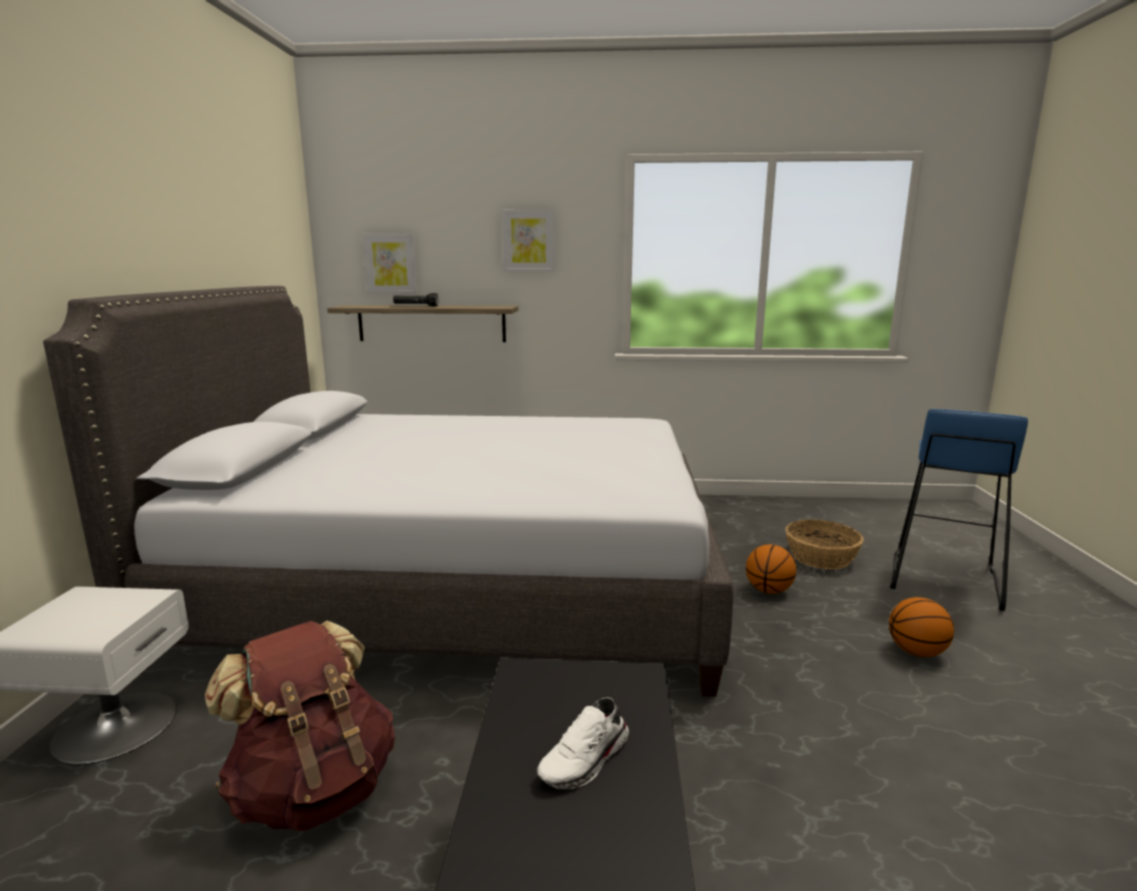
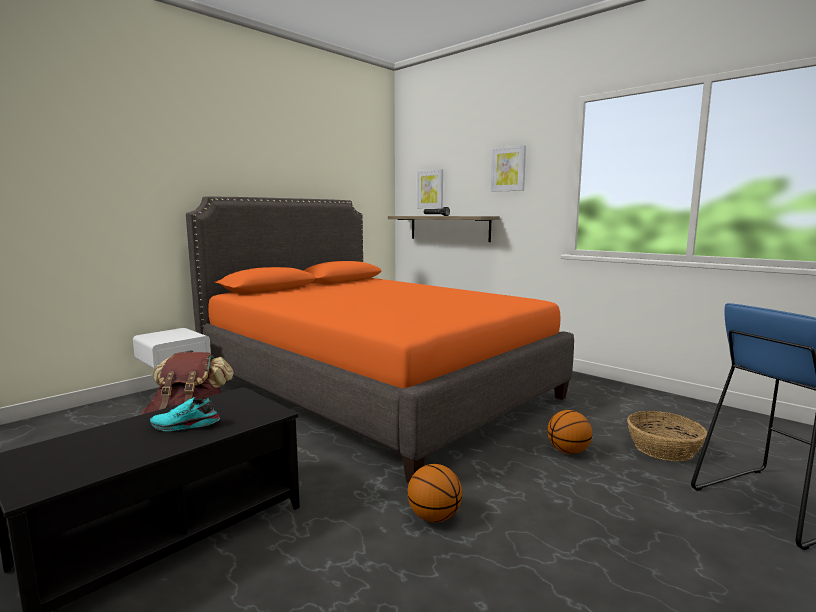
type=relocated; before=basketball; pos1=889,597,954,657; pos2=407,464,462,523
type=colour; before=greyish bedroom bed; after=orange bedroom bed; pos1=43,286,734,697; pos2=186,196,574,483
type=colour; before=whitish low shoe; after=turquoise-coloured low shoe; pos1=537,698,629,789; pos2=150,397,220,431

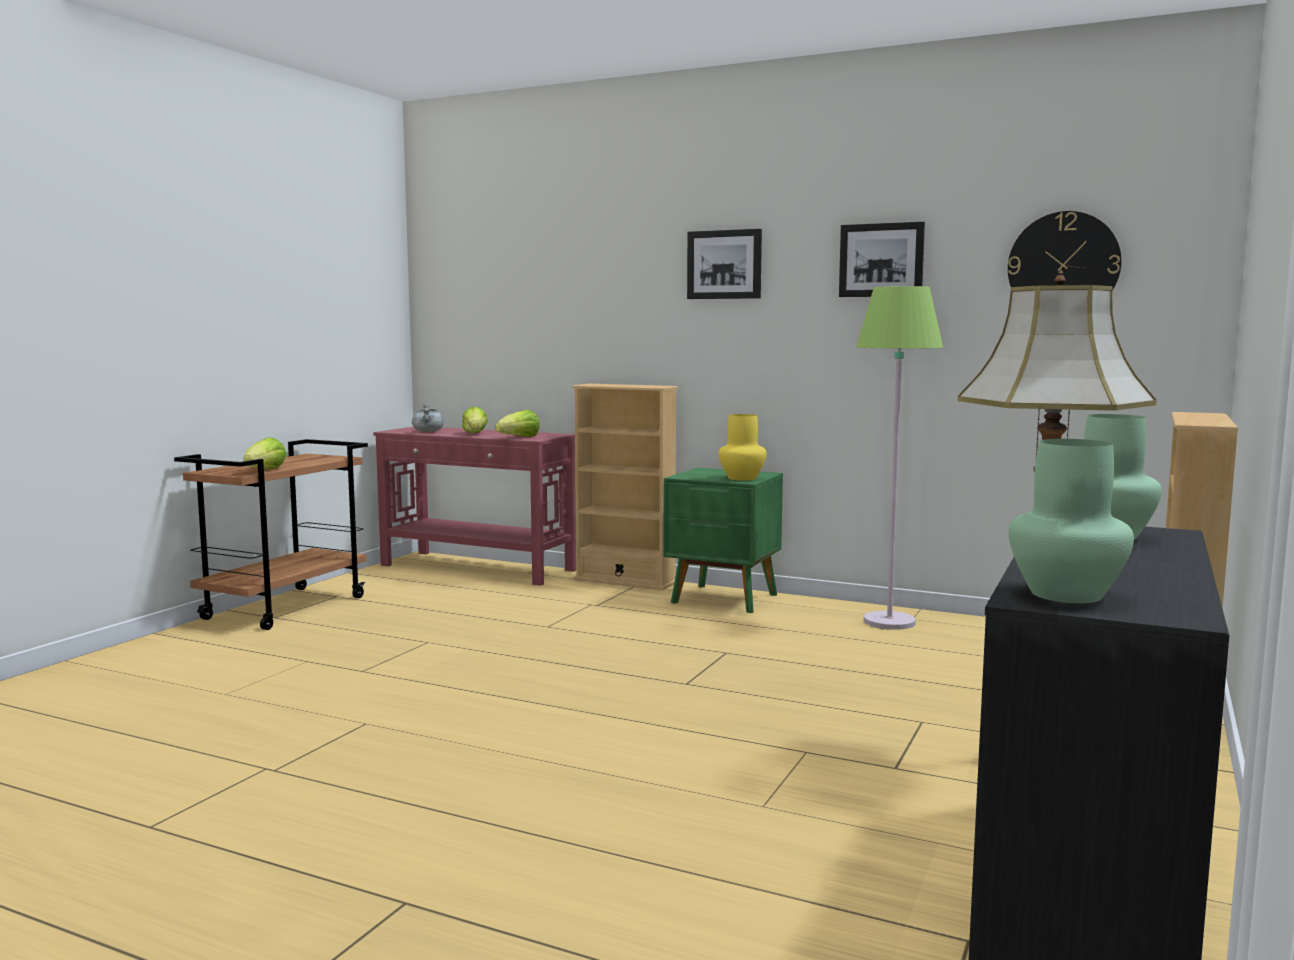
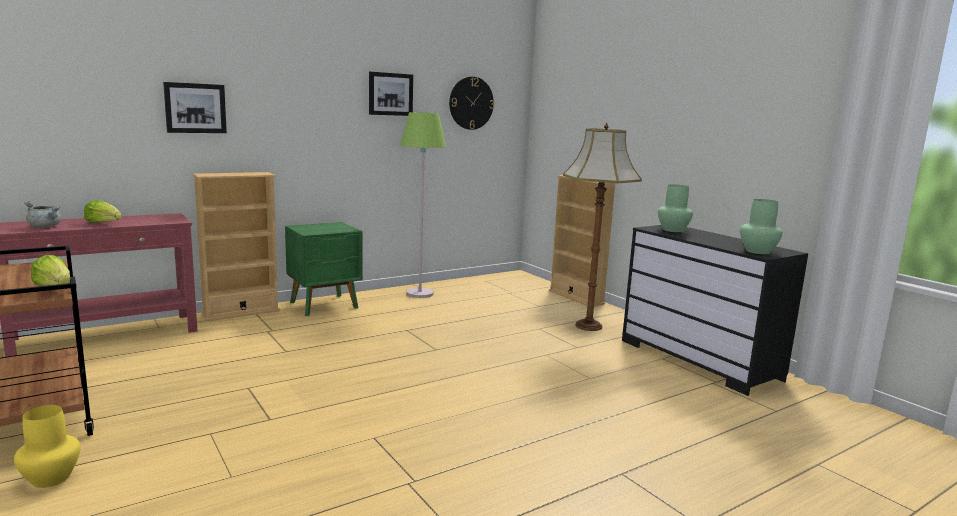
type=missing; before=lettuce head; pos1=496,410,540,437
type=relocated; before=picture; pos1=687,229,762,299; pos2=163,82,227,133
type=relocated; before=yellowish flower vase; pos1=719,414,767,481; pos2=14,405,80,488

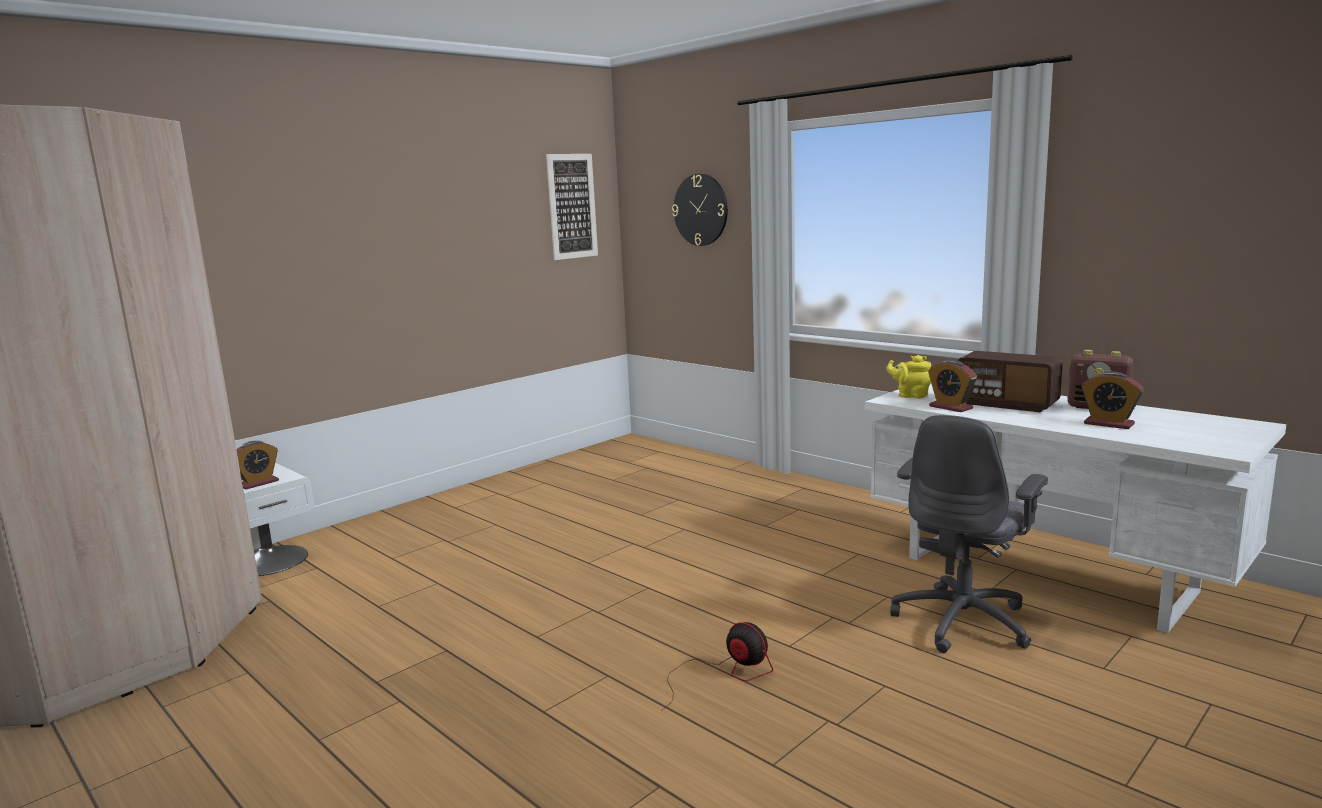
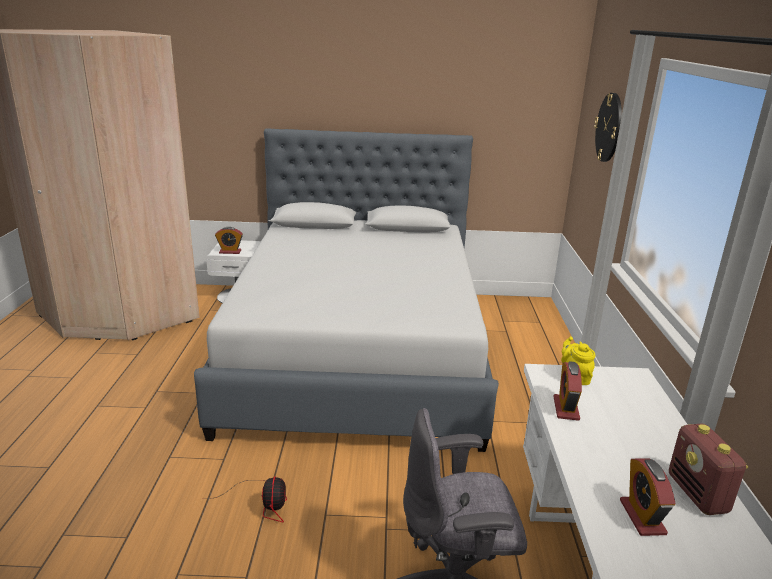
type=missing; before=picture; pos1=546,154,598,260
type=missing; before=radio receiver; pos1=958,351,1063,412
type=appeared; after=greyish bedroom bed; pos2=194,128,499,452

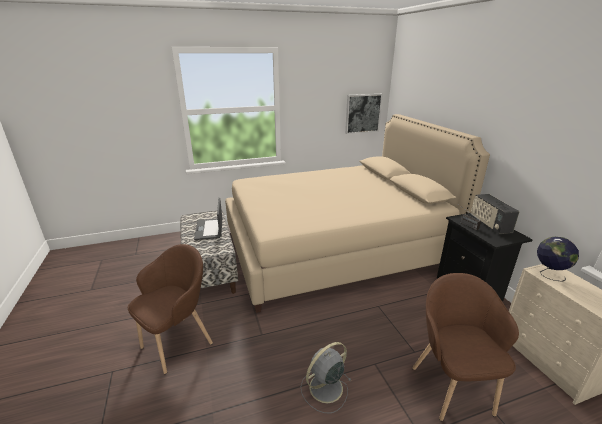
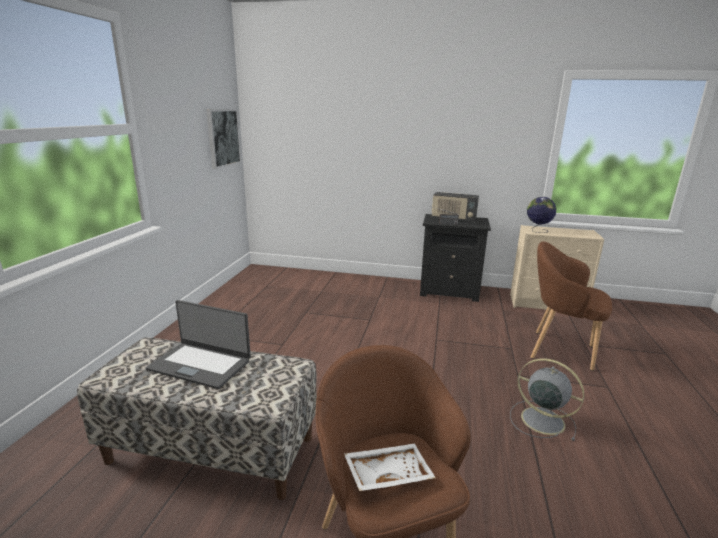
type=missing; before=beige bedroom bed; pos1=225,114,490,313
type=appeared; after=whitish tray; pos2=344,443,436,491
type=spun; before=greyish fan; pos1=301,342,351,413; pos2=510,358,584,441; turn=135

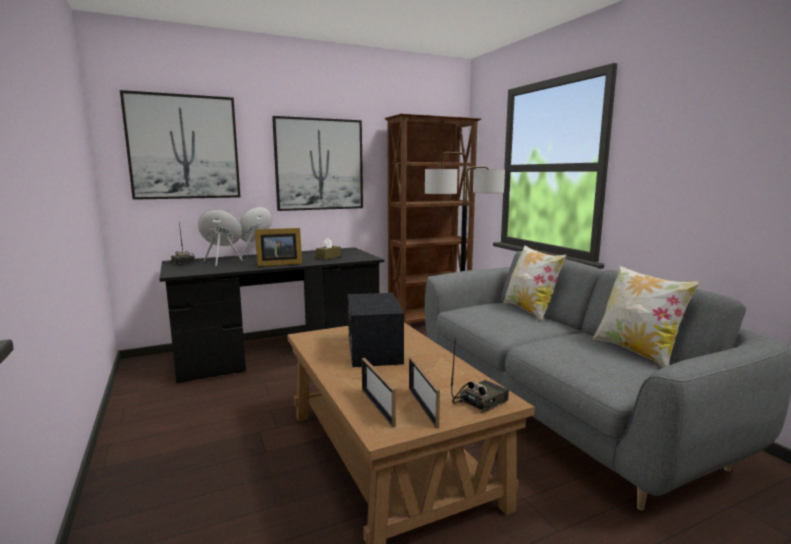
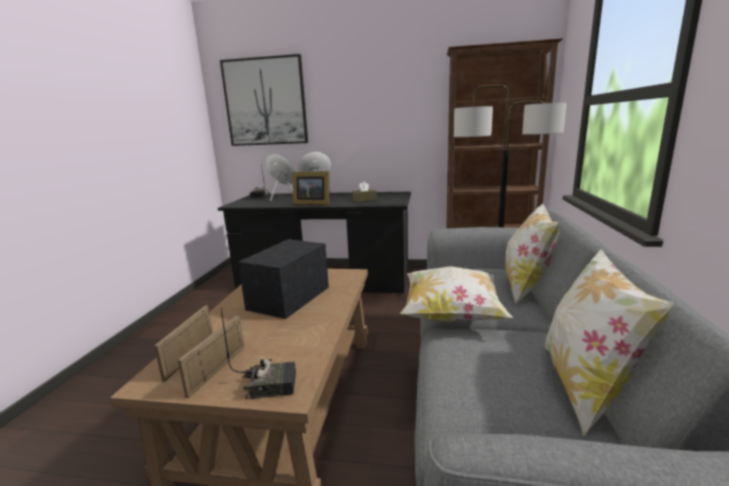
type=missing; before=picture; pos1=272,116,363,211
type=appeared; after=throw pillow; pos2=400,266,513,322

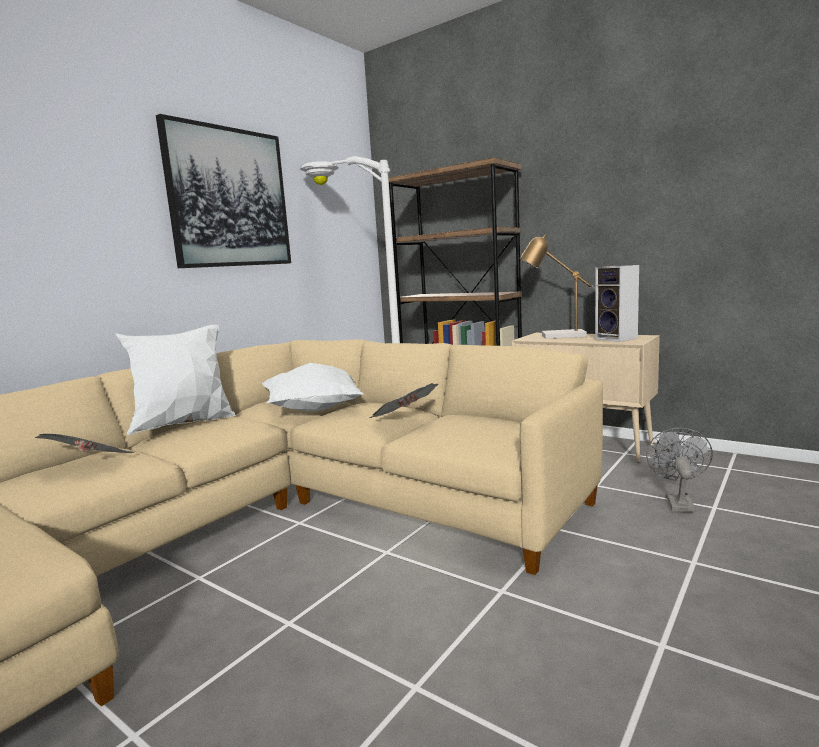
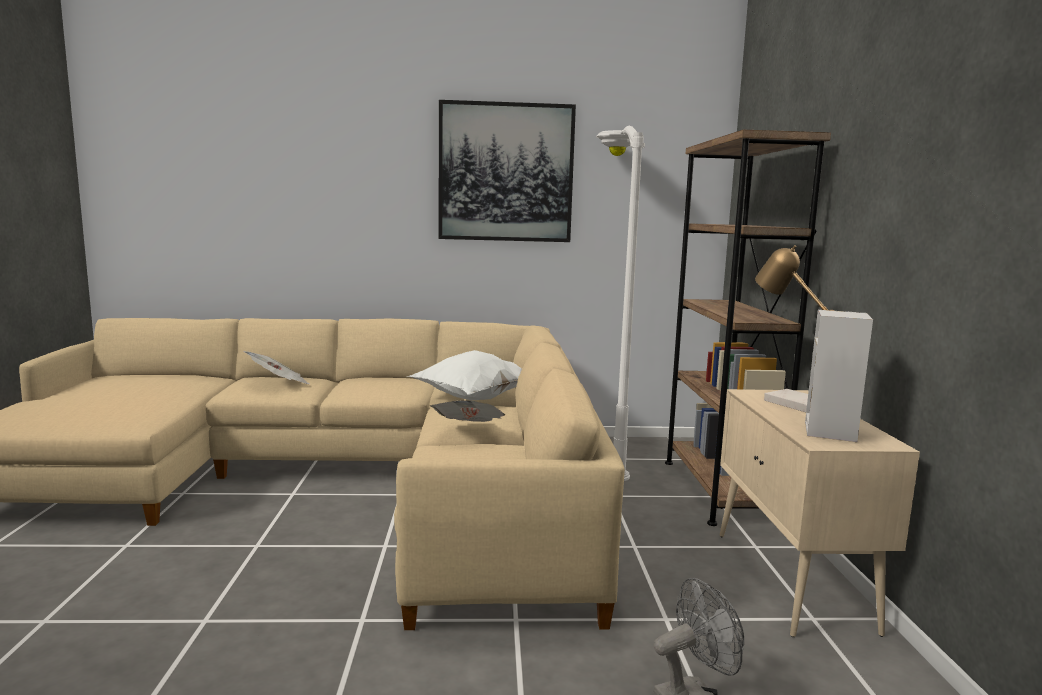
type=missing; before=whitish throw pillow; pos1=115,325,236,435

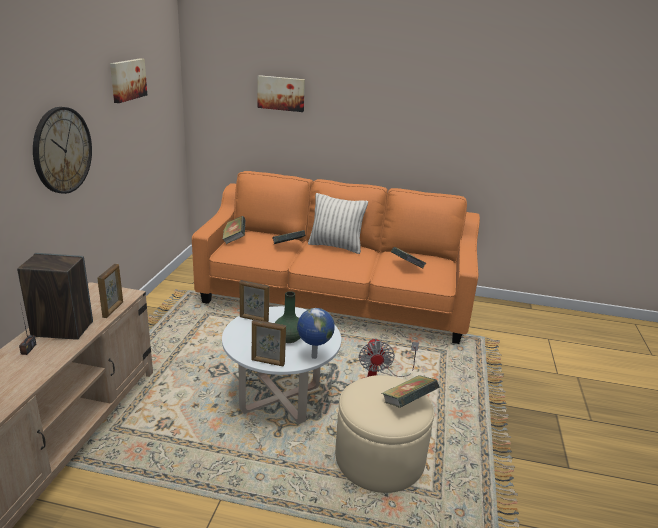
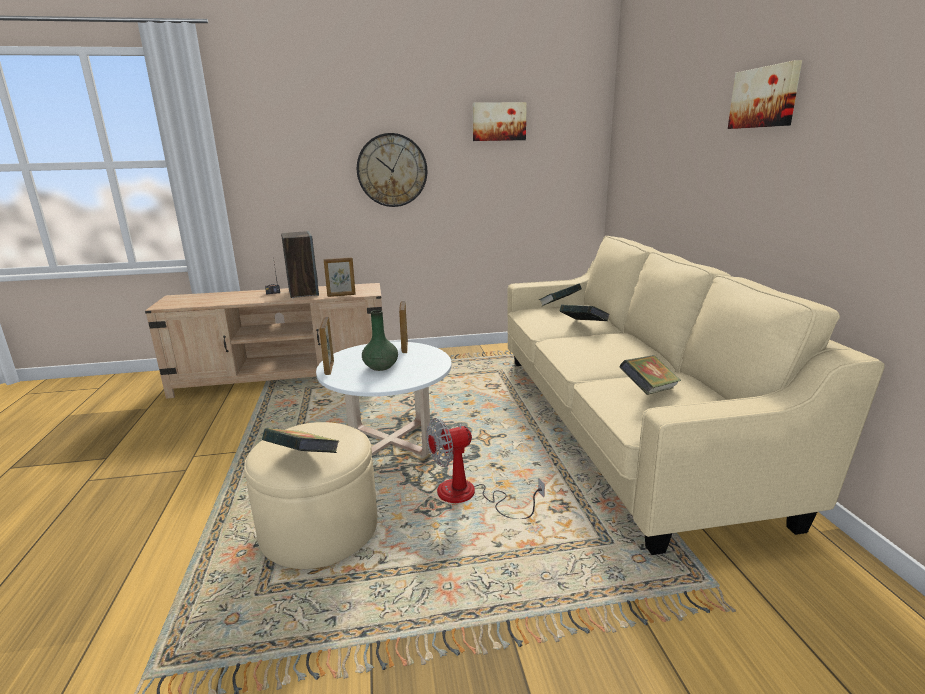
type=missing; before=globe; pos1=297,308,335,359
type=missing; before=throw pillow; pos1=308,193,368,254
type=relocated; before=picture; pos1=258,75,305,112; pos2=728,60,802,129
type=colour; before=orange couch; after=beige couch; pos1=192,171,480,344; pos2=507,236,885,555

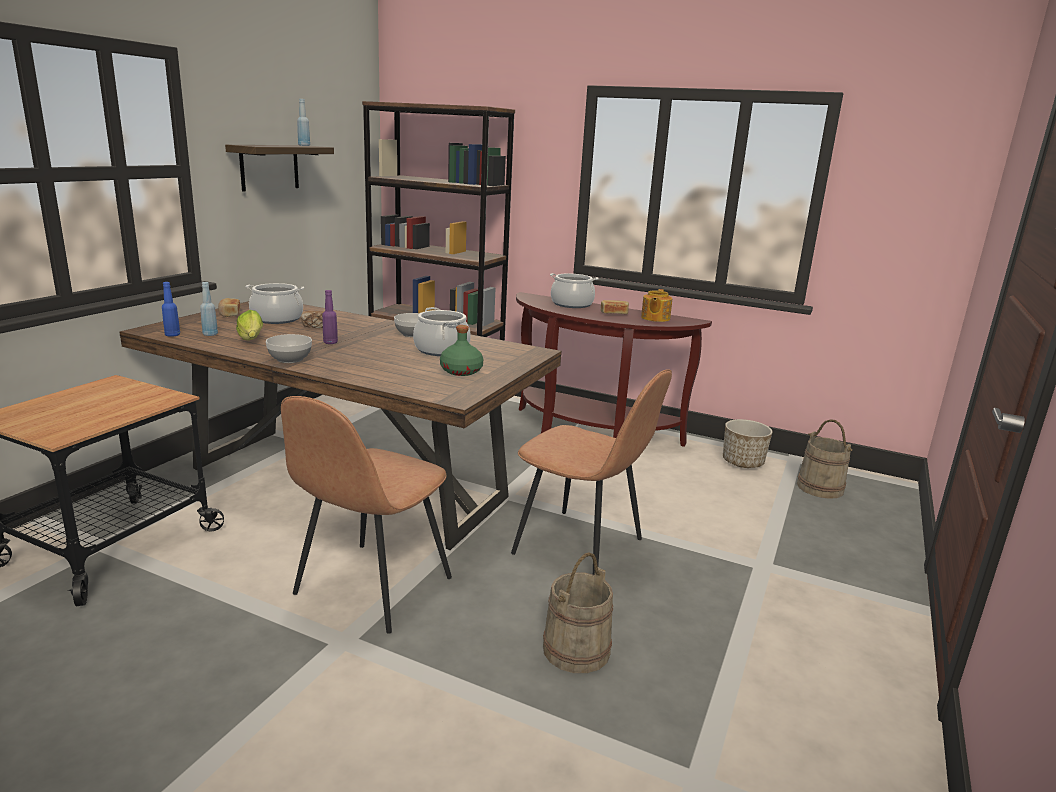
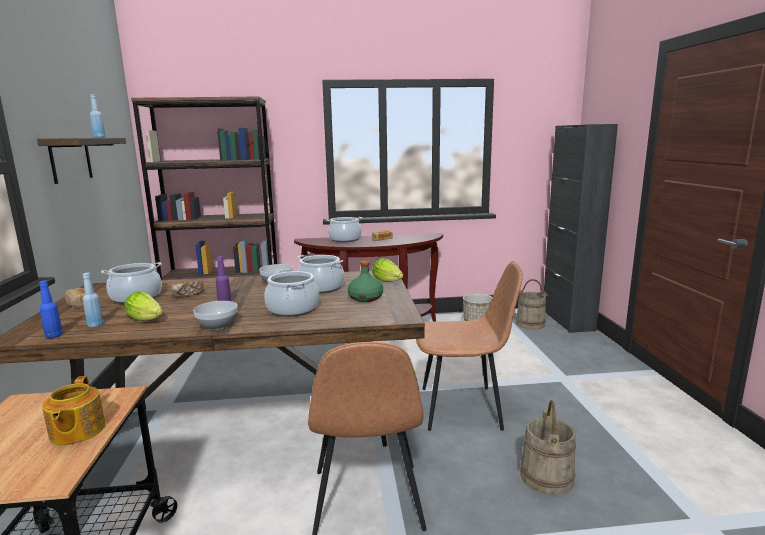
type=appeared; after=stockpot; pos2=264,269,319,317
type=appeared; after=lettuce head; pos2=372,258,403,282
type=appeared; after=black cabinet; pos2=544,124,618,333
type=relocated; before=teapot; pos1=641,289,672,322; pos2=42,376,106,445

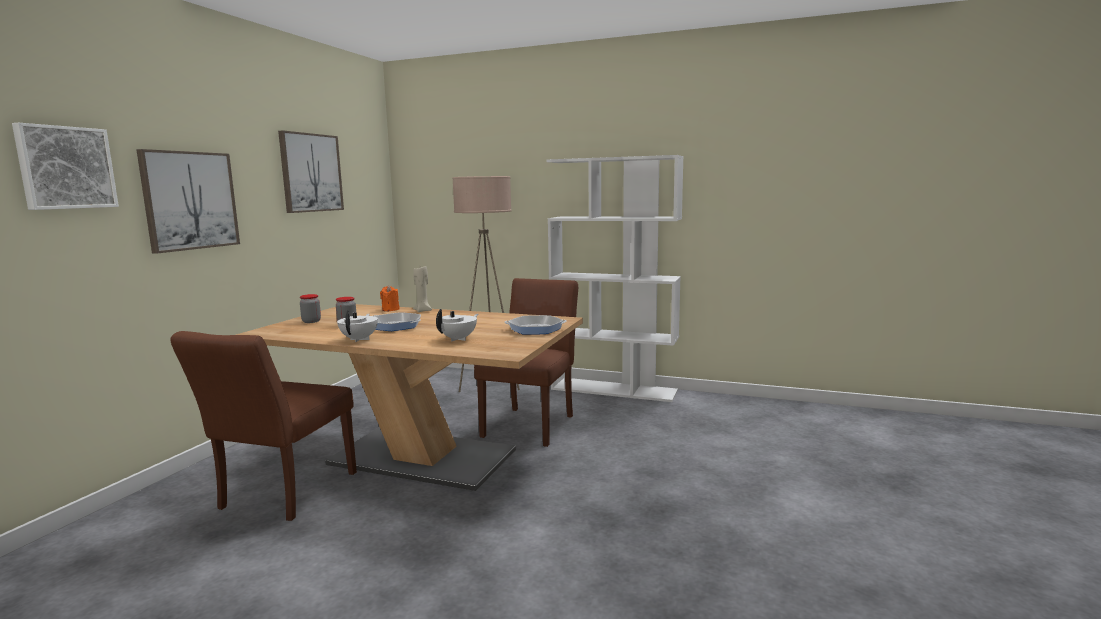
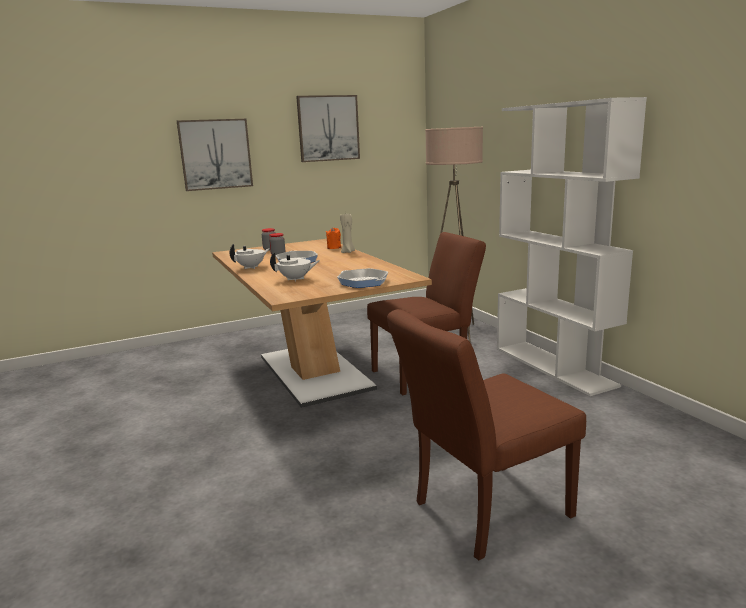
type=missing; before=picture; pos1=12,123,119,210
type=relocated; before=brown chair; pos1=170,331,357,521; pos2=387,309,586,560

